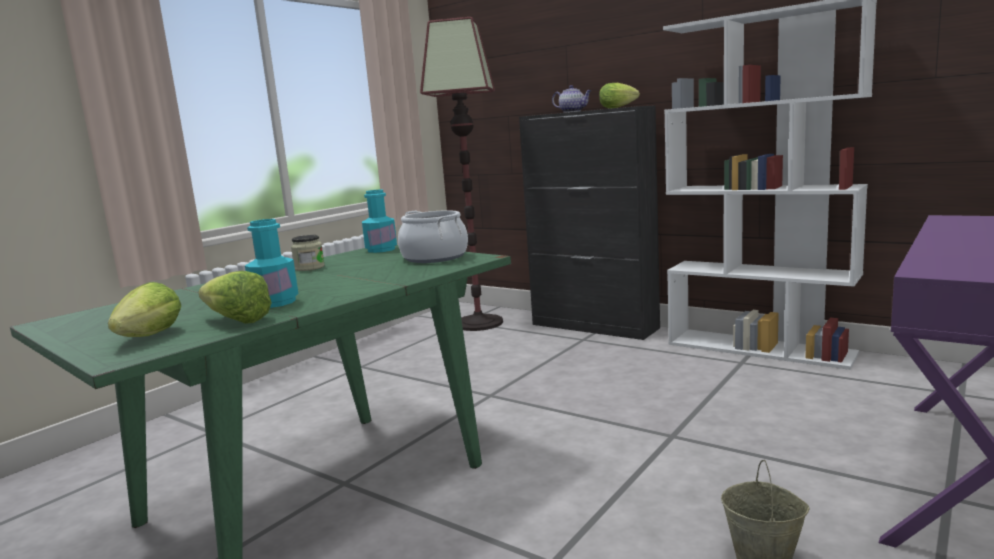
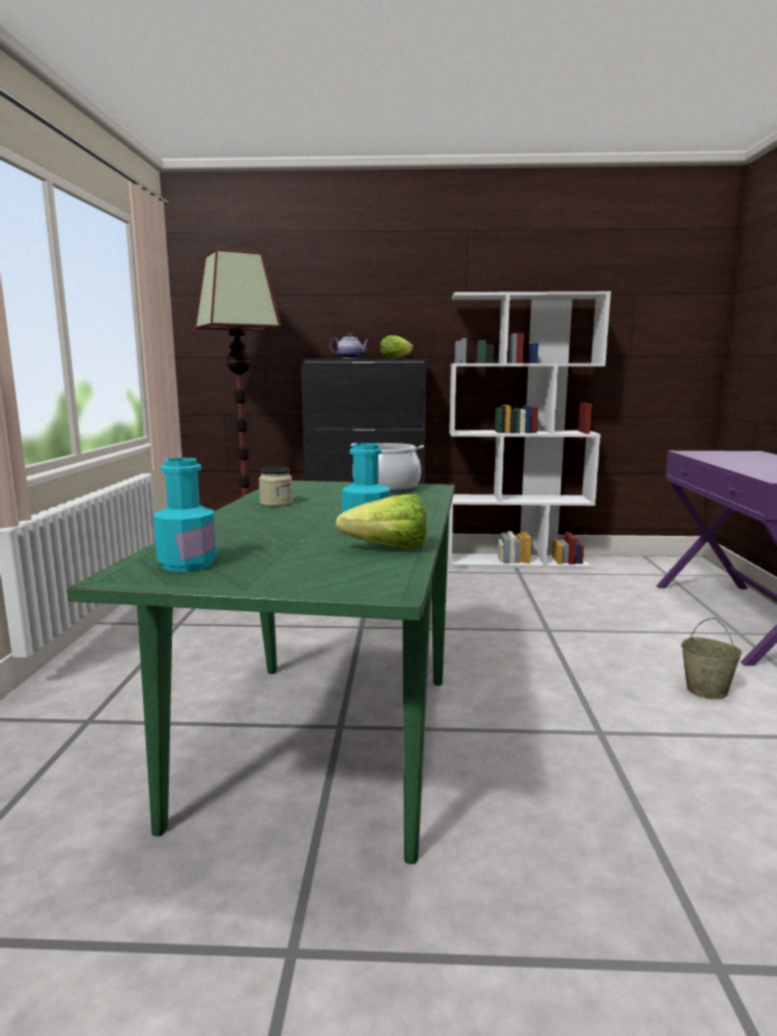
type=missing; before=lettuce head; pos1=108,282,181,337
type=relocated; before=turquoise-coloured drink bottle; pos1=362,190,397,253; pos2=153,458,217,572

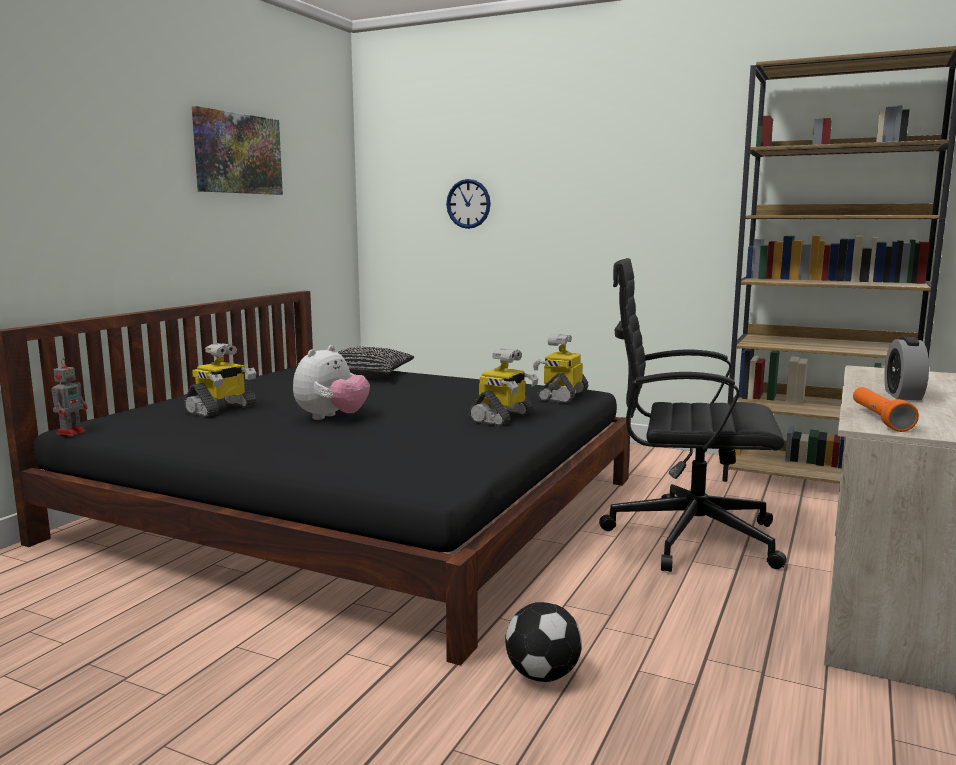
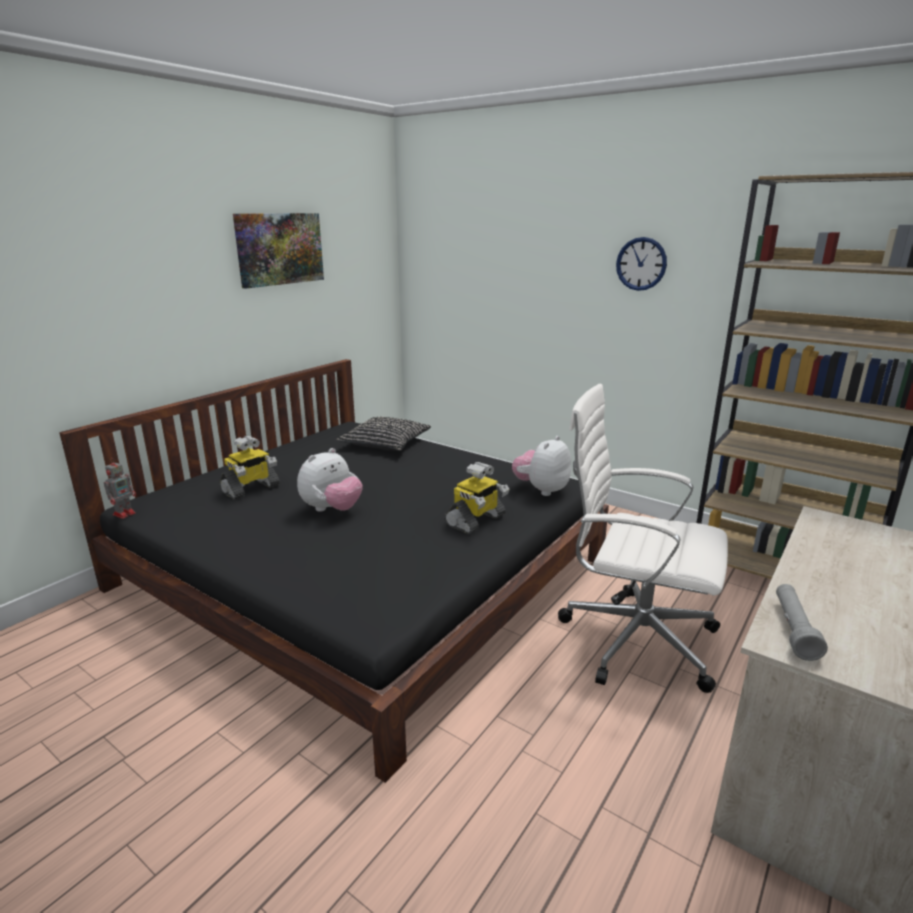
type=missing; before=ball for football; pos1=505,602,582,682
type=missing; before=table clock; pos1=884,337,929,401
type=relocated; before=clock on the wall; pos1=446,179,491,229; pos2=616,237,667,291
type=exchanged; before=model robot; after=soft toy; pos1=533,334,589,403; pos2=512,436,571,496
type=colour; before=black office chair; after=whitish office chair; pos1=599,258,787,572; pos2=558,384,728,693
type=colour; before=orange hand torch; after=greyish hand torch; pos1=853,387,919,432; pos2=776,584,828,661

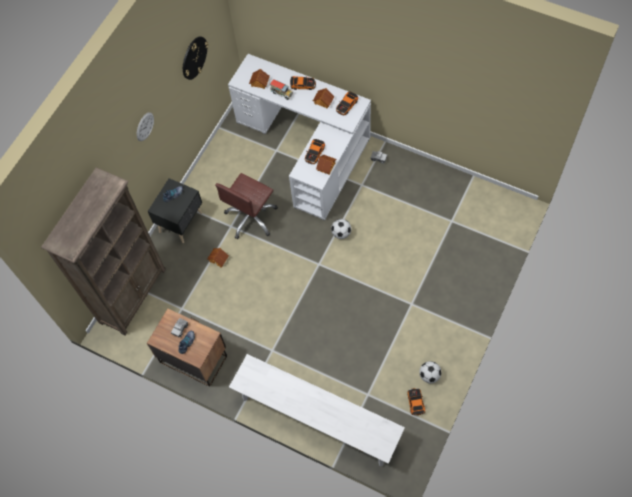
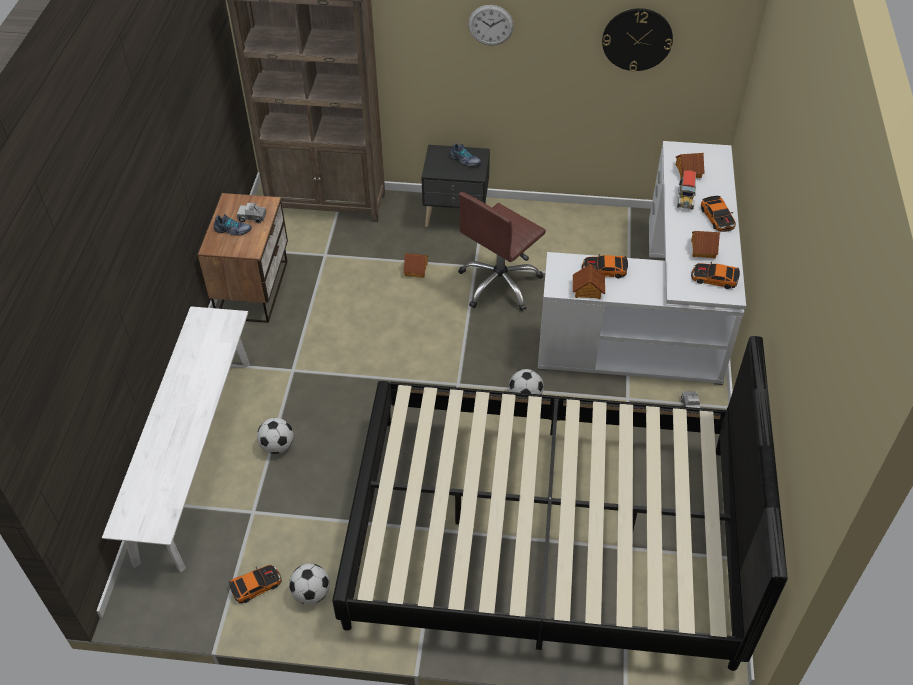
type=appeared; after=ball for football; pos2=257,418,294,454
type=appeared; after=black bedroom bed; pos2=332,336,788,671
type=spun; before=brown office chair; pos1=215,173,278,239; pos2=458,192,546,311; turn=-60

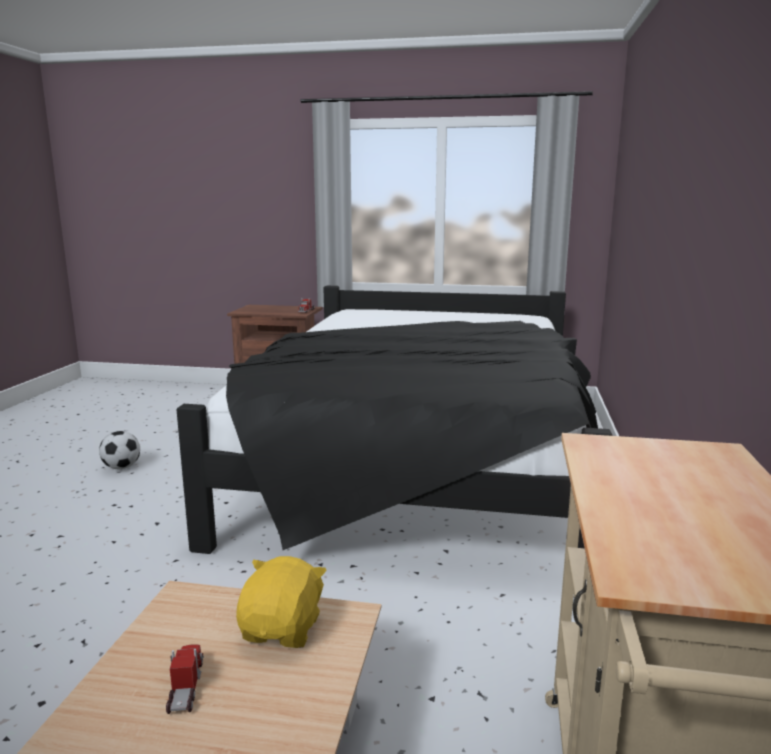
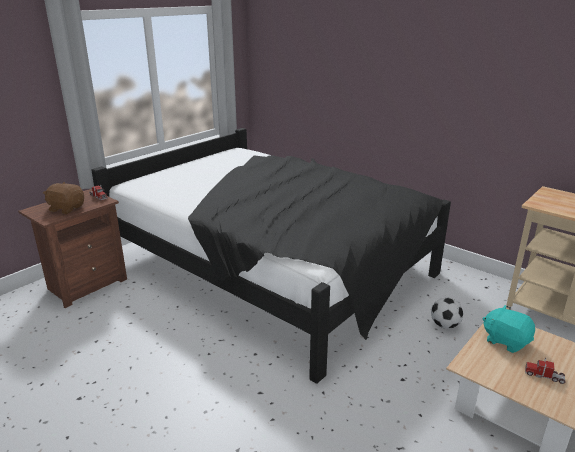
type=appeared; after=brown soft toy; pos2=43,182,84,214
type=relocated; before=ball for football; pos1=99,431,140,469; pos2=431,298,463,329
type=colour; before=yellowish soft toy; after=turquoise-coloured soft toy; pos1=236,556,327,648; pos2=482,305,535,353

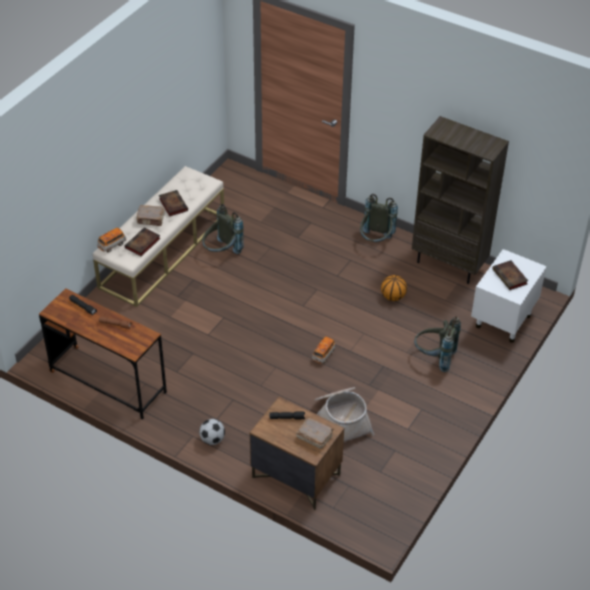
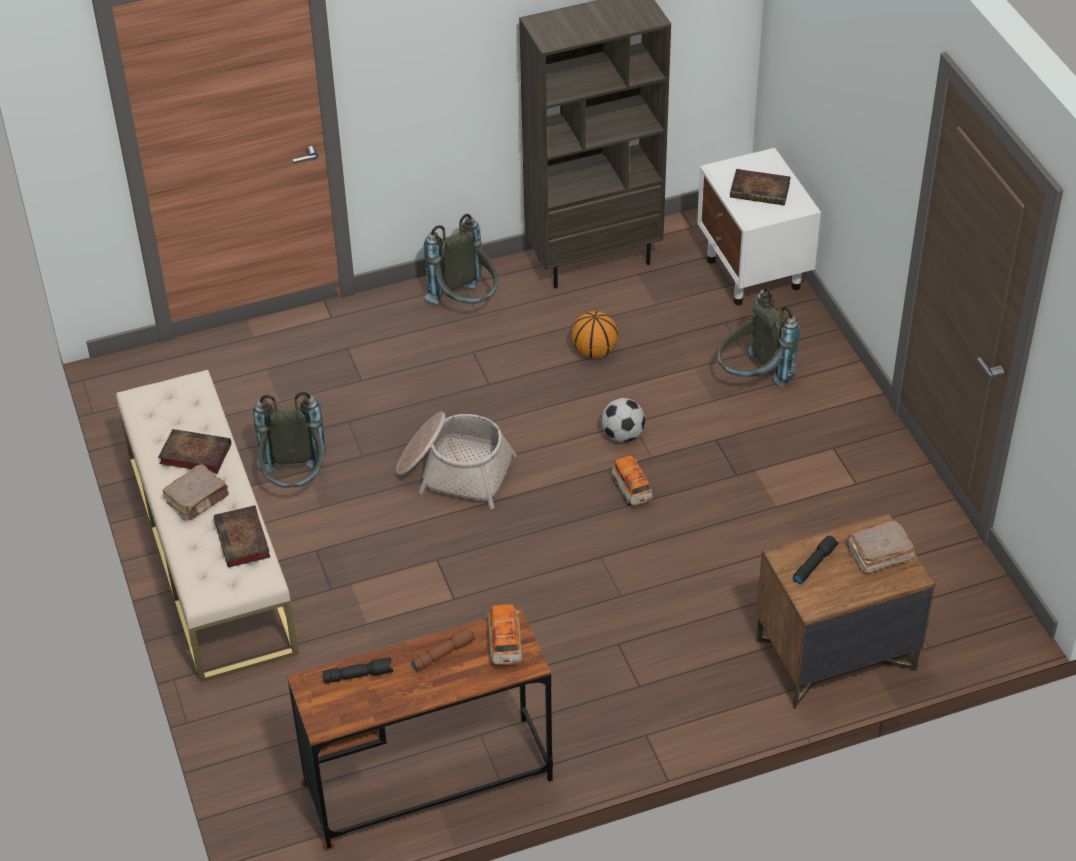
type=relocated; before=miniature car; pos1=97,228,126,253; pos2=487,604,522,667
type=relocated; before=ball for football; pos1=199,419,225,445; pos2=601,398,645,442
type=relocated; before=household basket; pos1=314,387,375,441; pos2=396,412,517,510

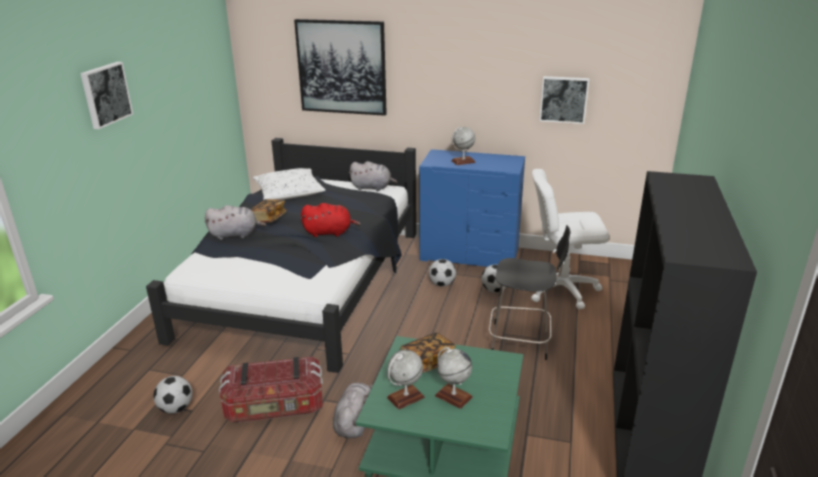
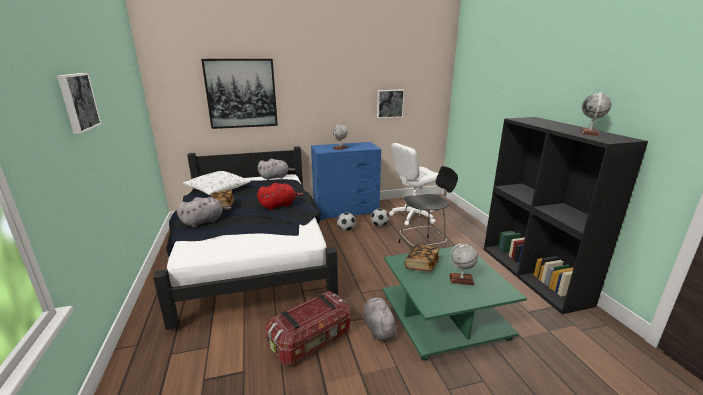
type=missing; before=ball for football; pos1=153,376,193,414
type=relocated; before=globe; pos1=387,350,425,410; pos2=580,92,612,136

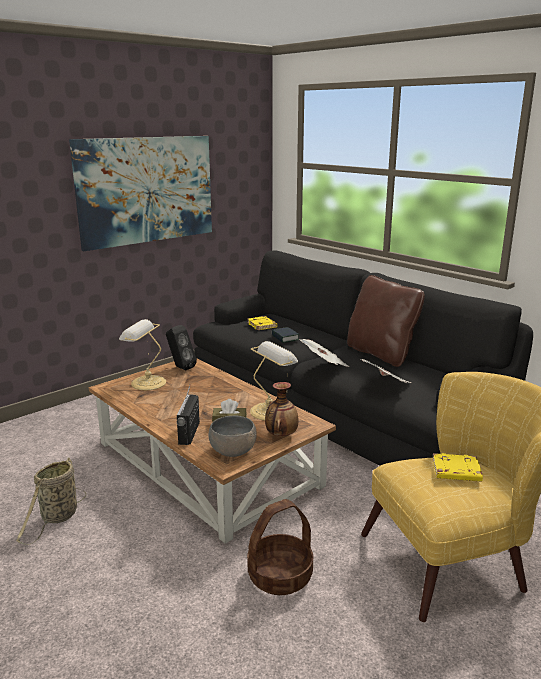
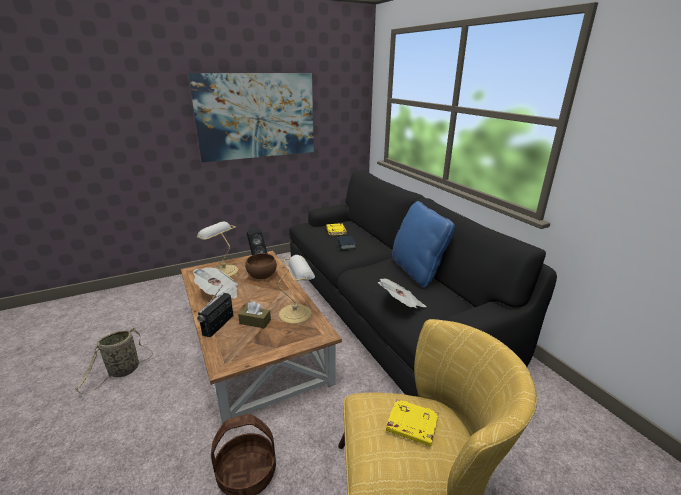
type=missing; before=greyish bowl; pos1=209,416,257,457
type=missing; before=flower vase; pos1=265,382,298,436
type=appeared; after=brown bowl; pos2=245,253,277,279
type=relocated; before=daily paper; pos1=300,339,350,367; pos2=193,267,238,298
type=colour; before=brown throw pillow; after=blue throw pillow; pos1=347,275,425,367; pos2=392,201,455,288

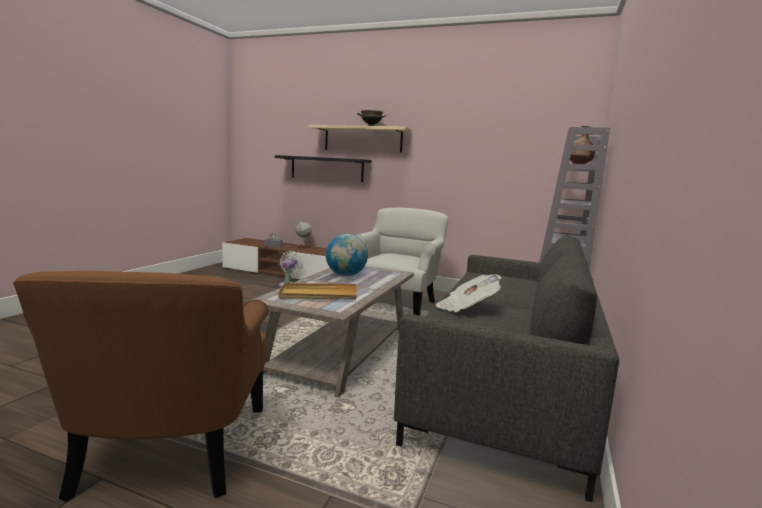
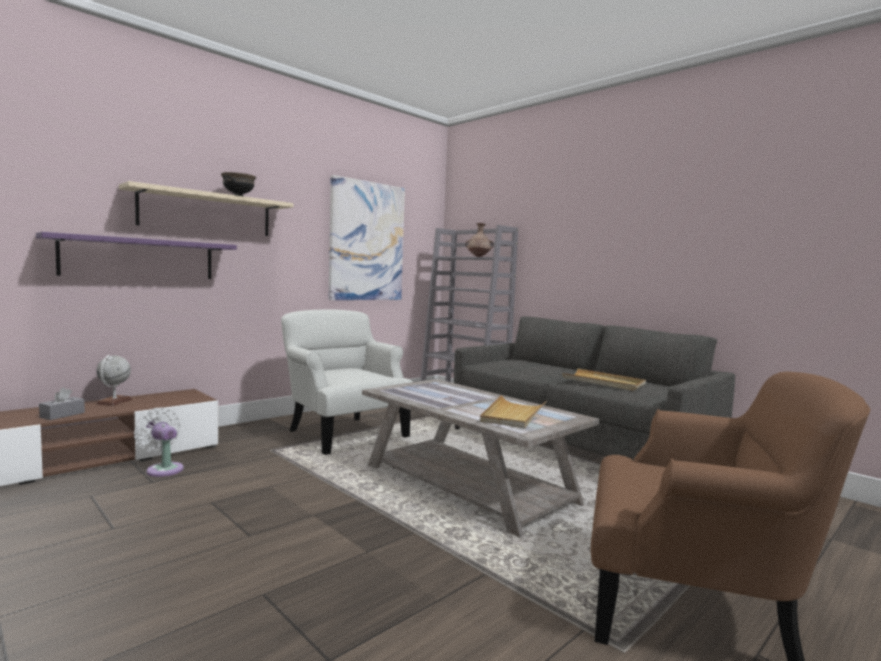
type=missing; before=globe; pos1=326,234,368,276
type=appeared; after=picture; pos2=328,175,405,300
type=exchanged; before=daily paper; after=beige tray; pos1=436,274,502,312; pos2=563,368,646,391
type=colour; before=black wall shelf; after=purplish wall shelf; pos1=275,155,372,182; pos2=36,232,237,279

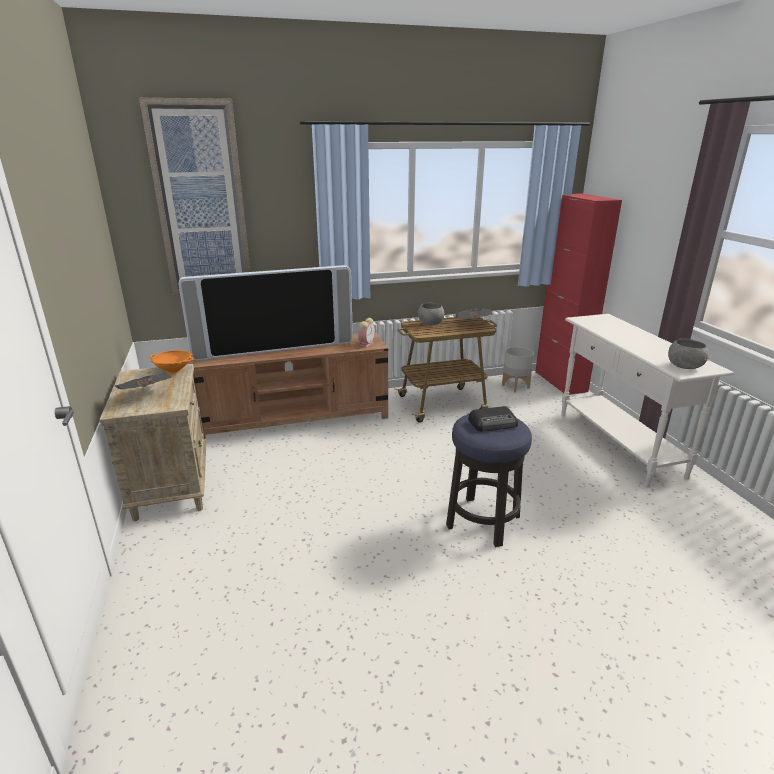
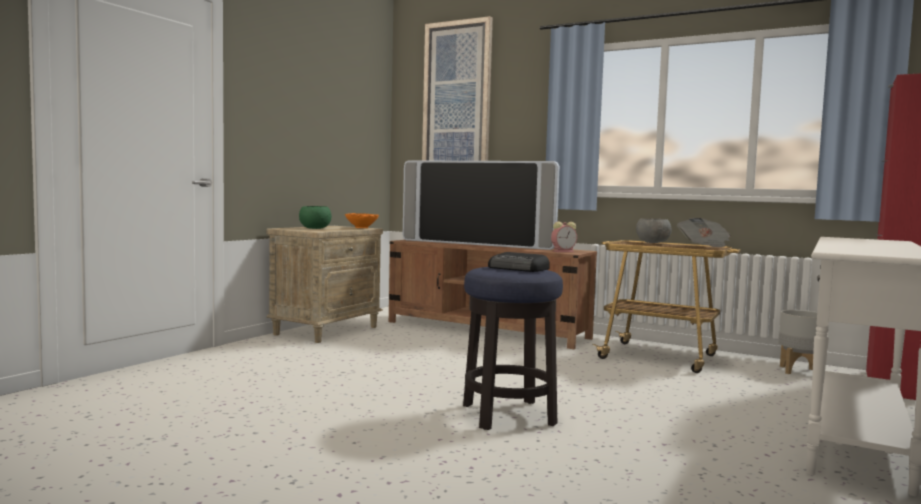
type=missing; before=greyish bowl; pos1=668,339,709,369
type=exchanged; before=daily paper; after=green bowl; pos1=114,374,171,390; pos2=299,206,331,229

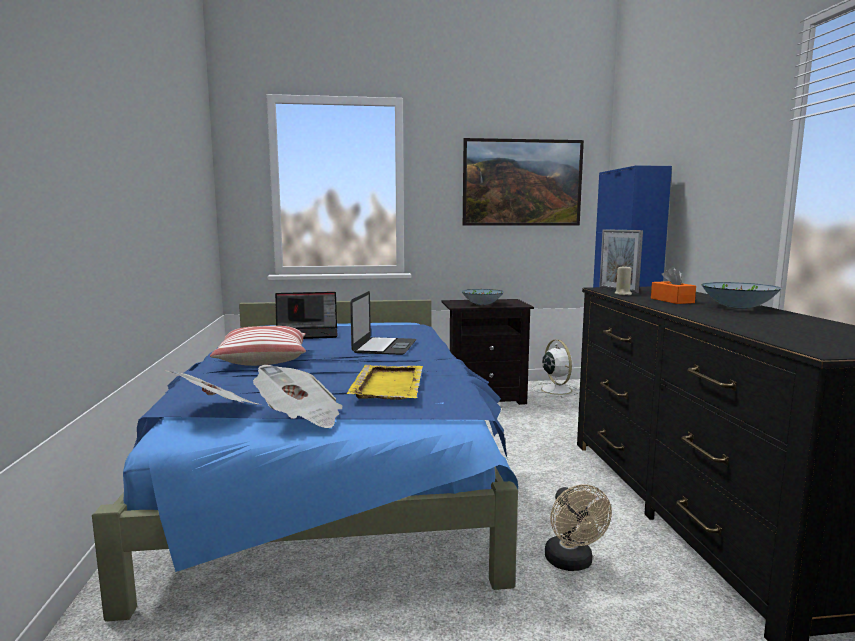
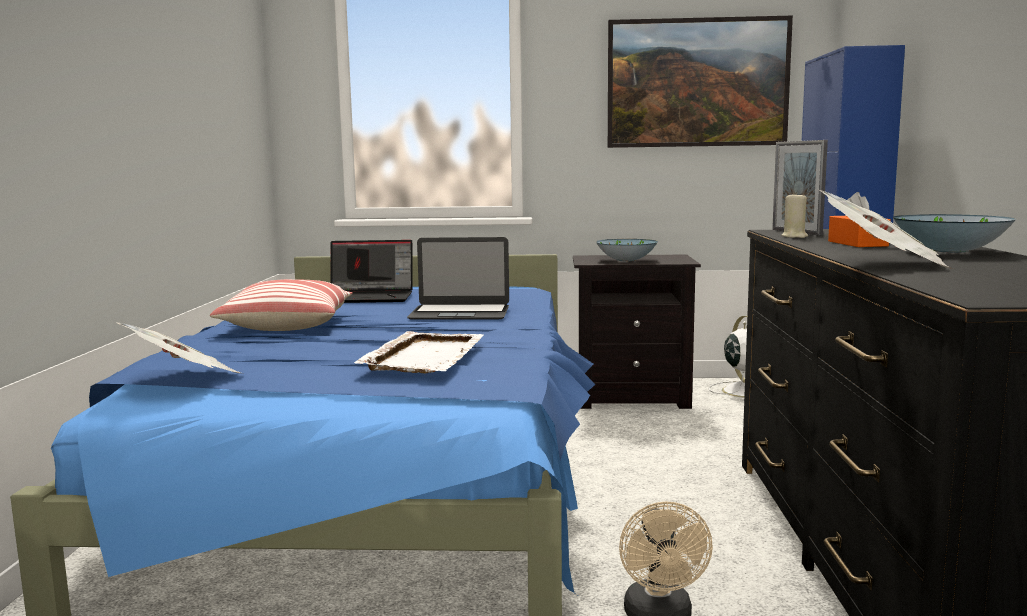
type=relocated; before=daily paper; pos1=253,365,343,428; pos2=820,190,953,269
type=colour; before=yellowish tray; after=whitish tray; pos1=347,365,423,400; pos2=354,331,484,373
type=spun; before=laptop; pos1=350,291,416,355; pos2=407,237,509,320; turn=75

